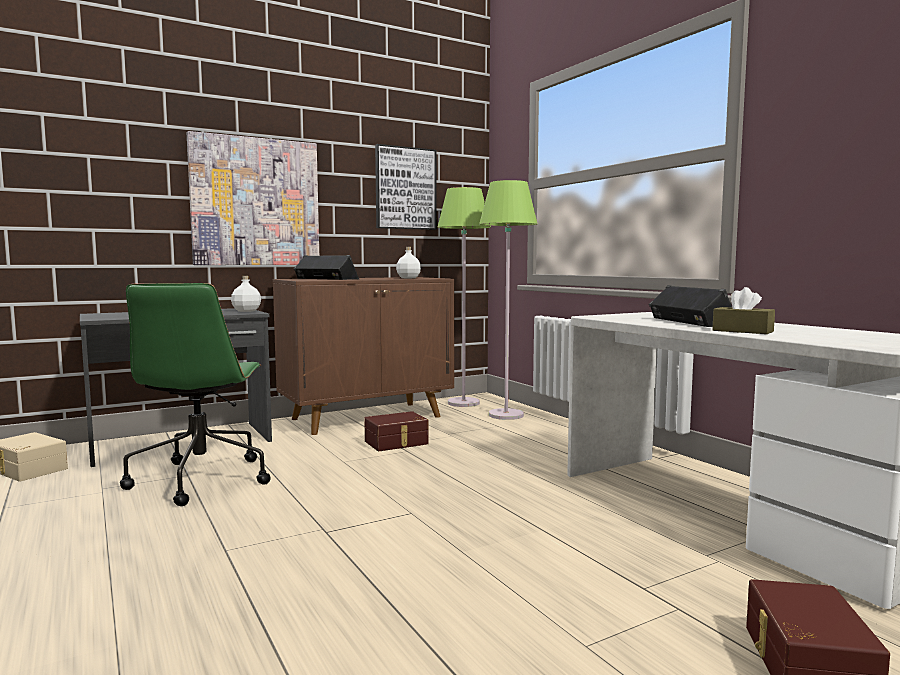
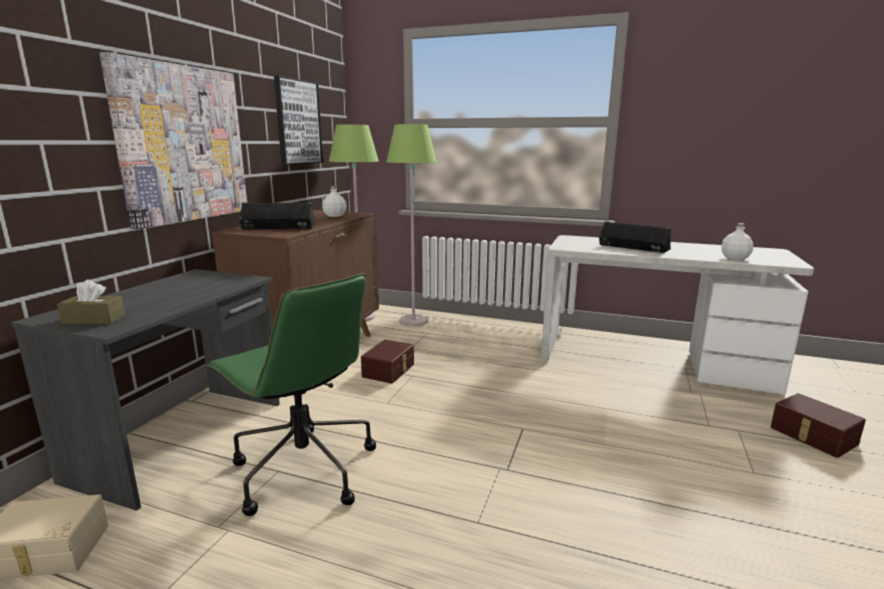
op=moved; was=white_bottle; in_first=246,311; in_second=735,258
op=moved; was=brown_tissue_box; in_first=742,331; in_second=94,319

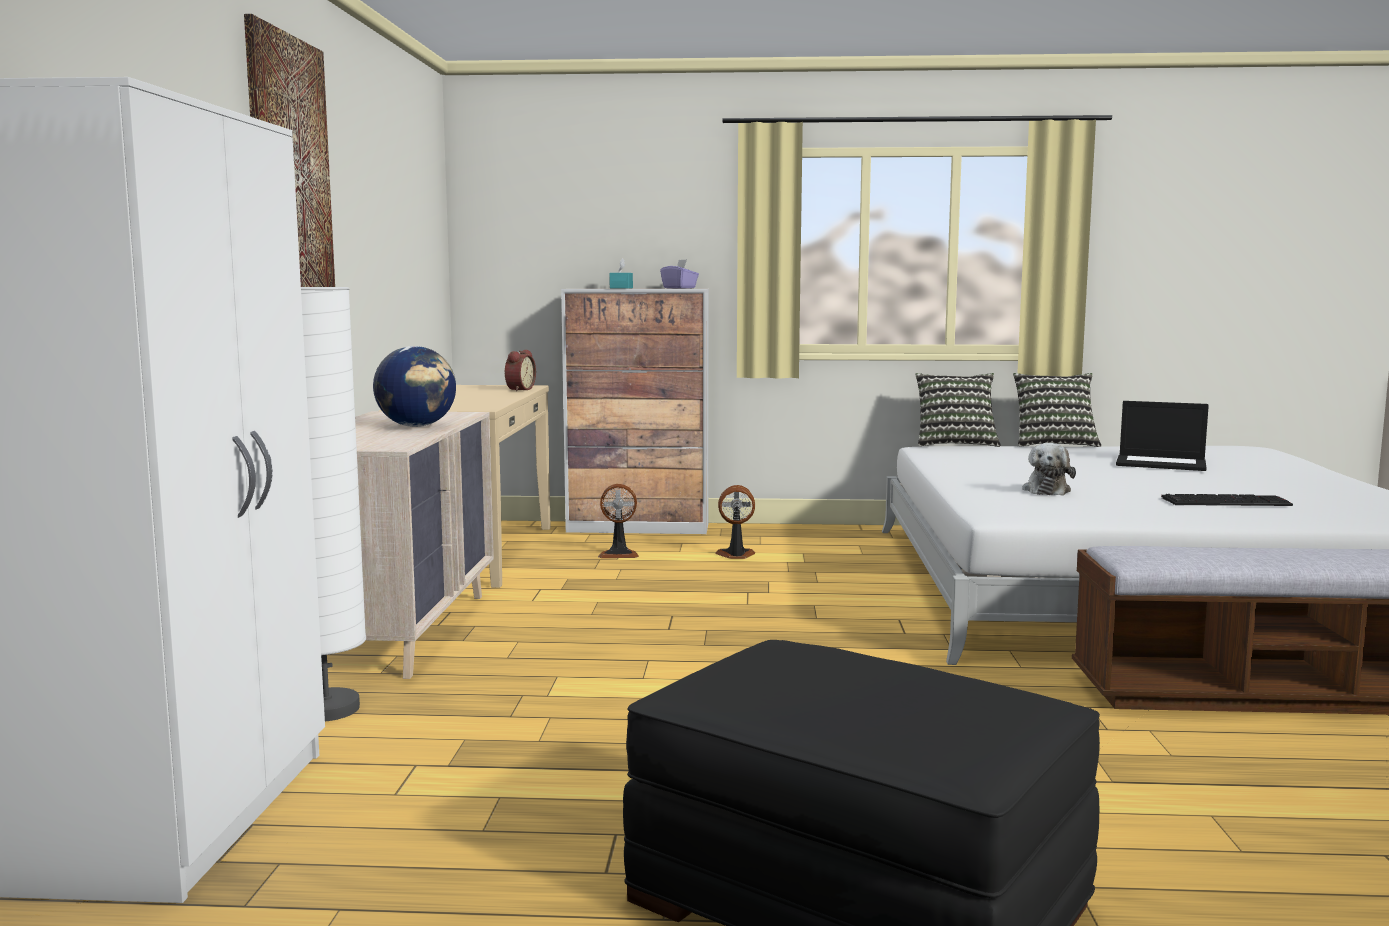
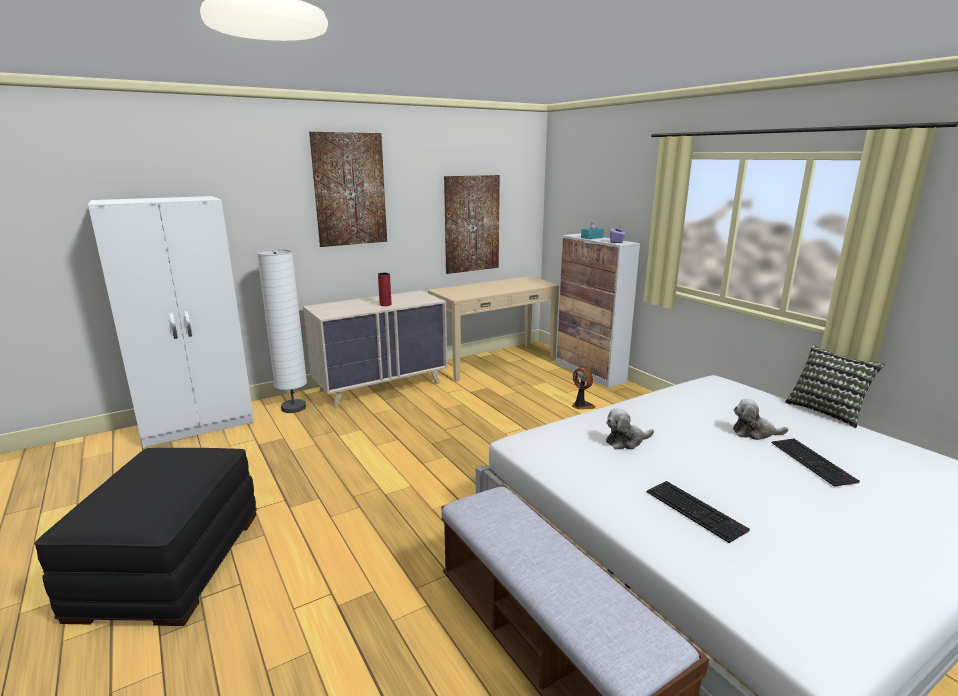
op=removed; was=alarm_clock; in_first=518,390
op=removed; was=fan; in_first=619,554
op=removed; was=pillow; in_first=955,444
op=added; now=picture; in_second=471,224
op=added; now=plush_toy; in_second=754,433
op=replaced; was=globe; now=red_vase; in_first=417,426; in_second=385,305
op=replaced; was=laptop; now=keyboard; in_first=1162,463; in_second=814,462

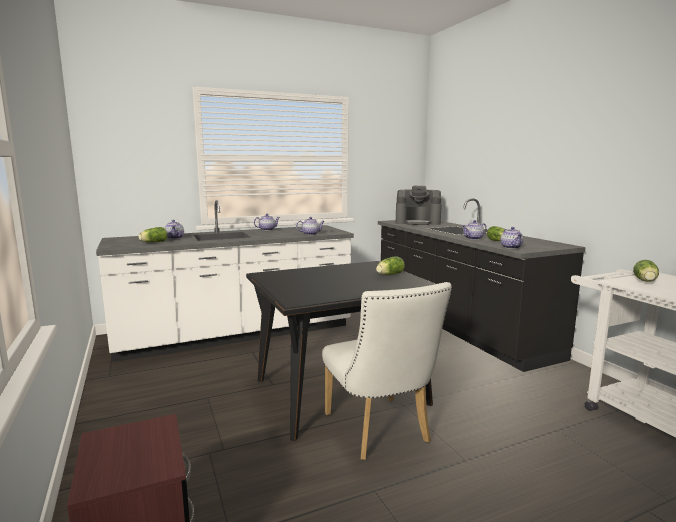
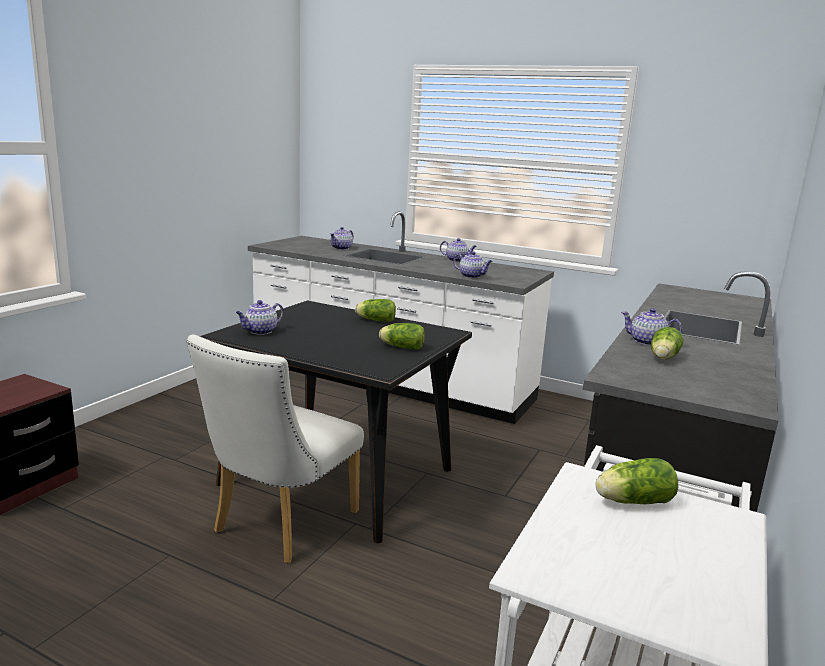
op=removed; was=coffee_machine; in_first=418,222
op=moved; was=lettuce; in_first=153,242; in_second=375,320
op=moved; was=teapot; in_first=511,247; in_second=260,331

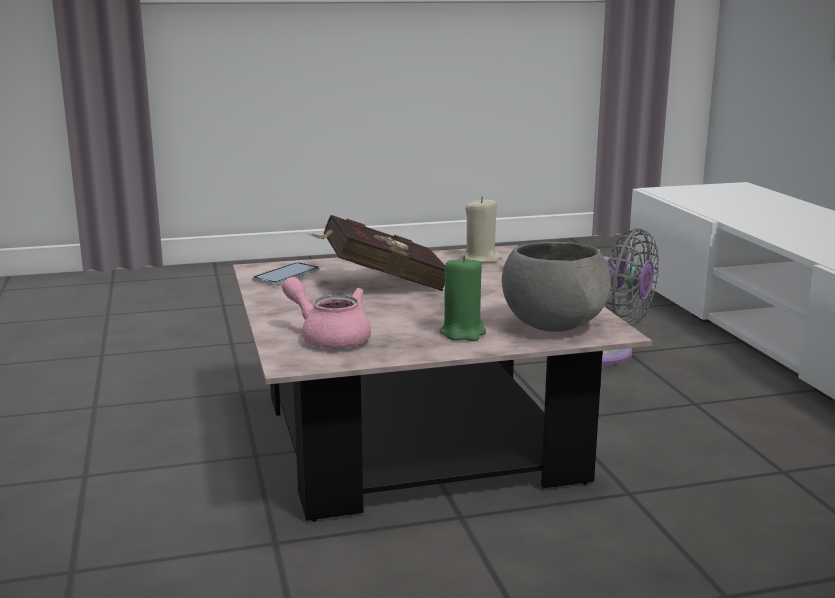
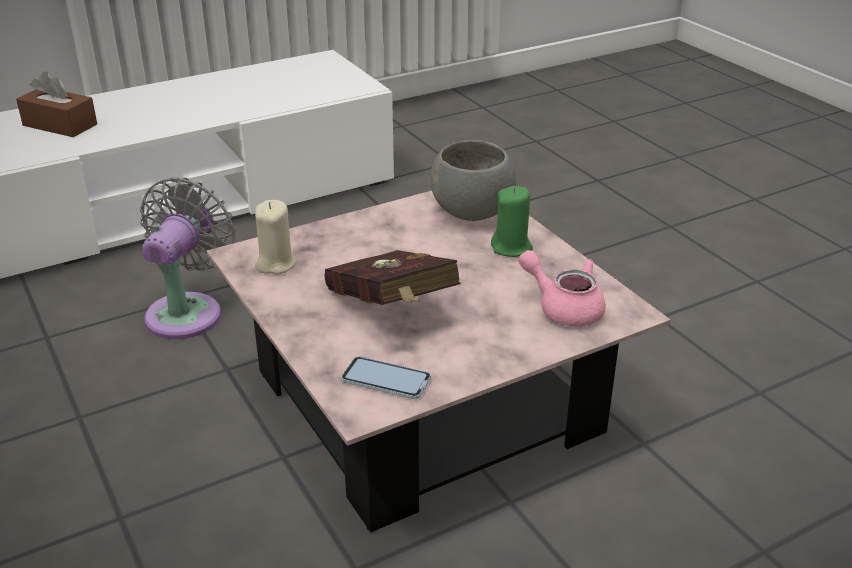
op=added; now=brown_tissue_box; in_second=60,125
op=turned; was=pink_teapot; in_first=329,337; in_second=564,307; clockwise=105

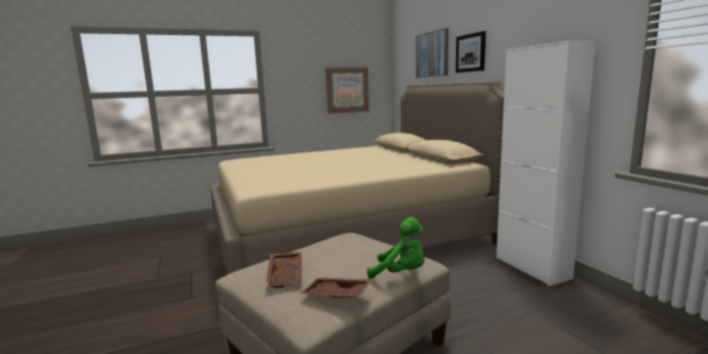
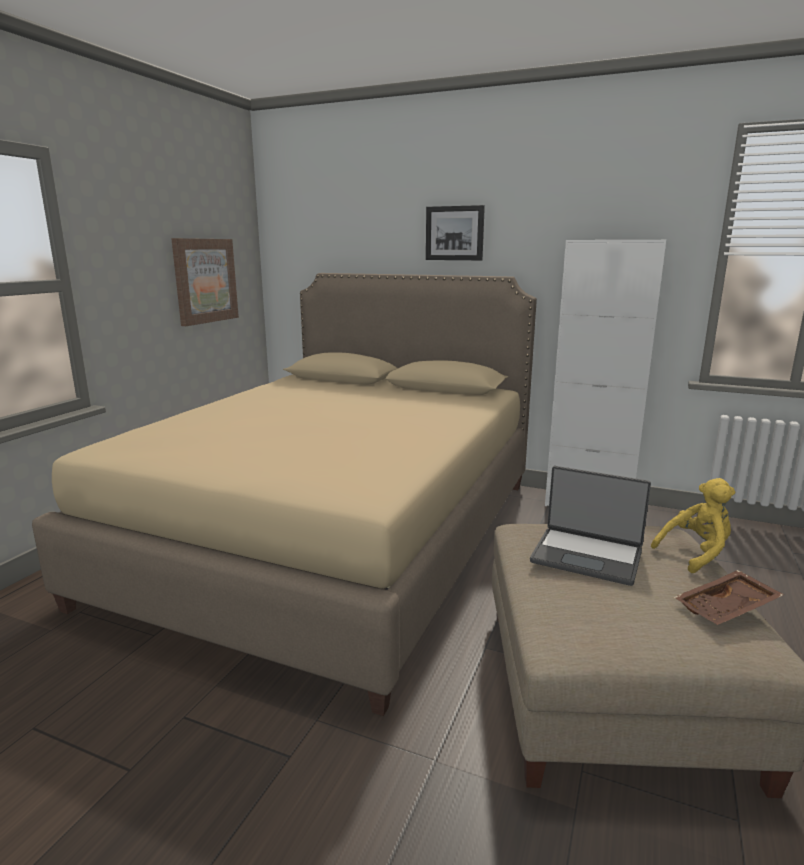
op=removed; was=brown_tray; in_first=286,275
op=removed; was=picture; in_first=432,54
op=added; now=laptop; in_second=587,556
op=recoloured; was=green_plush_toy; now=yellow_plush_toy; in_first=401,273; in_second=695,554

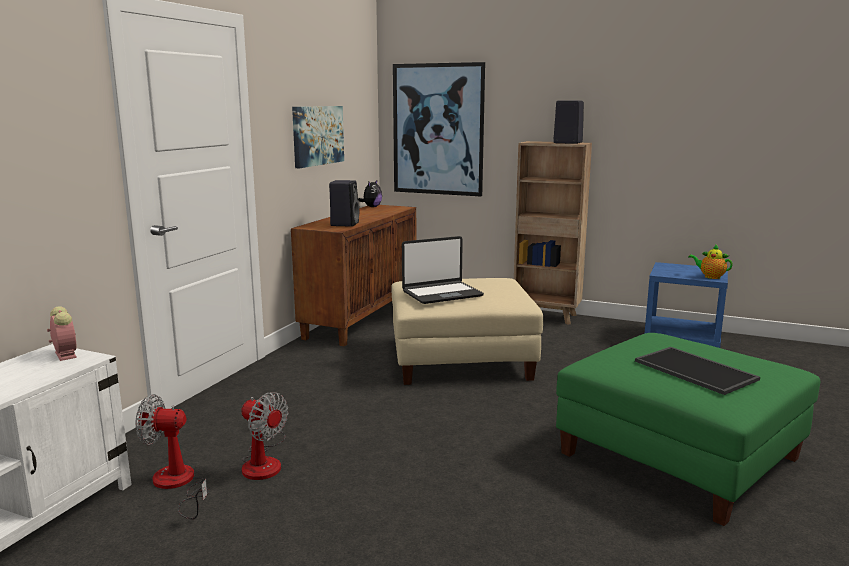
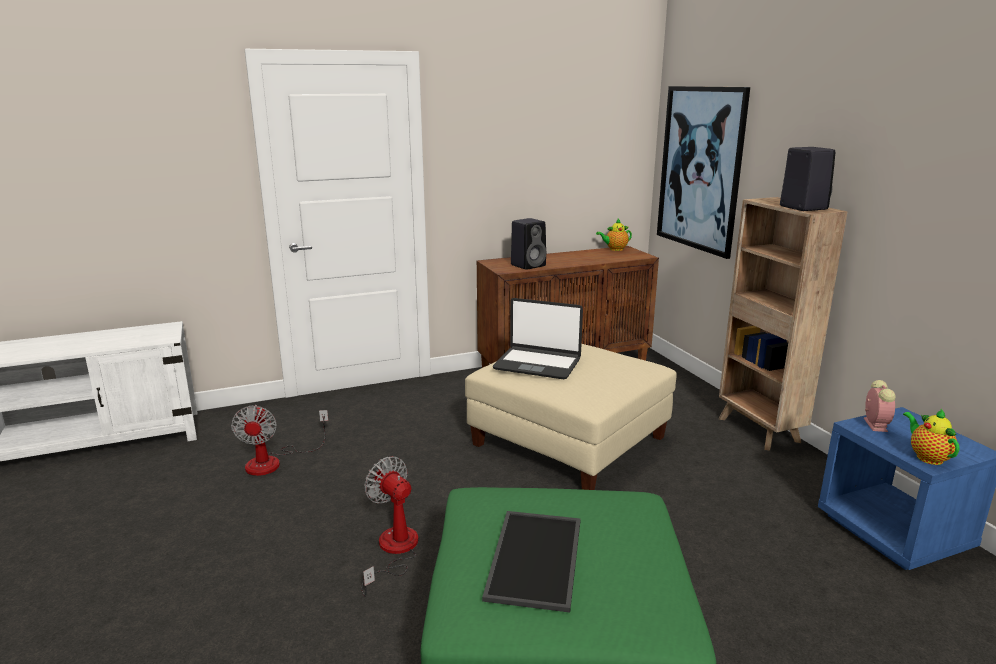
op=removed; was=picture; in_first=317,135
op=moved; was=alarm_clock; in_first=65,354; in_second=874,424
op=moved; was=fan; in_first=178,485; in_second=393,551
op=replaced; was=plush_toy; now=teapot; in_first=371,207; in_second=614,249

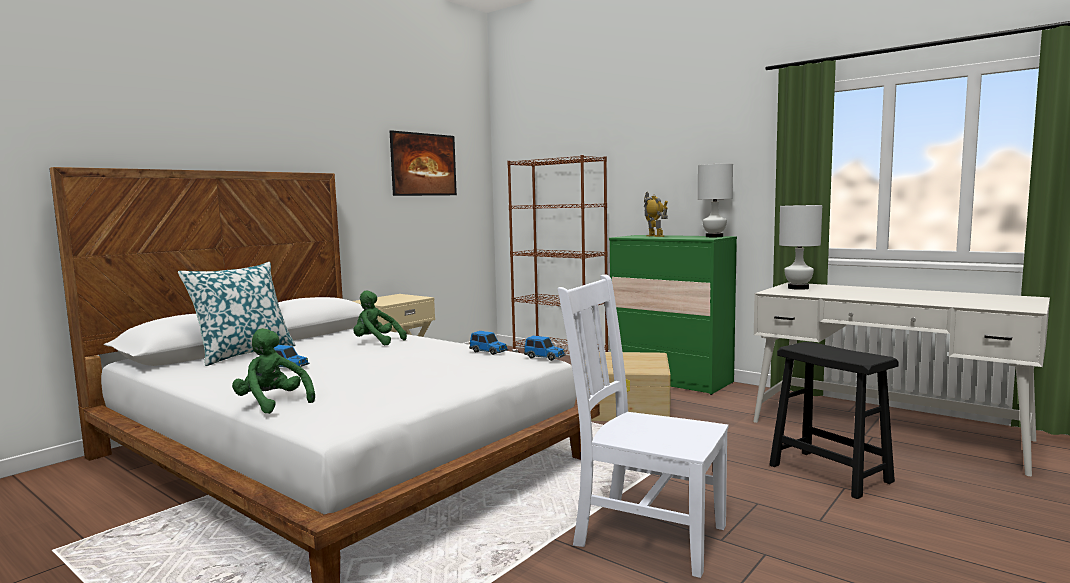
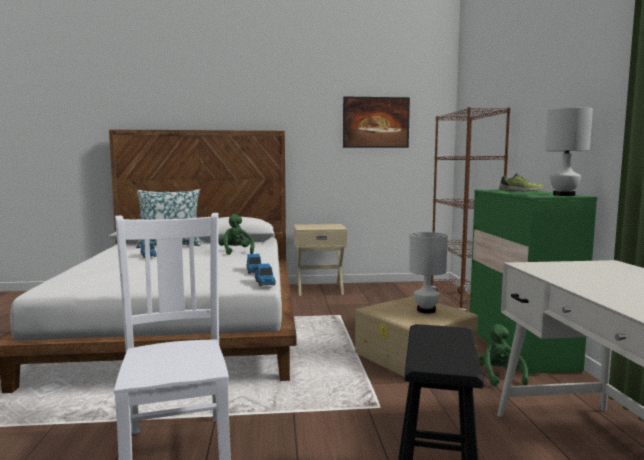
op=moved; was=green_plush_toy; in_first=273,404; in_second=498,377
op=moved; was=white_table_lamp; in_first=798,288; in_second=426,310
op=replaced; was=toy_robot; now=shoe; in_first=655,236; in_second=520,191

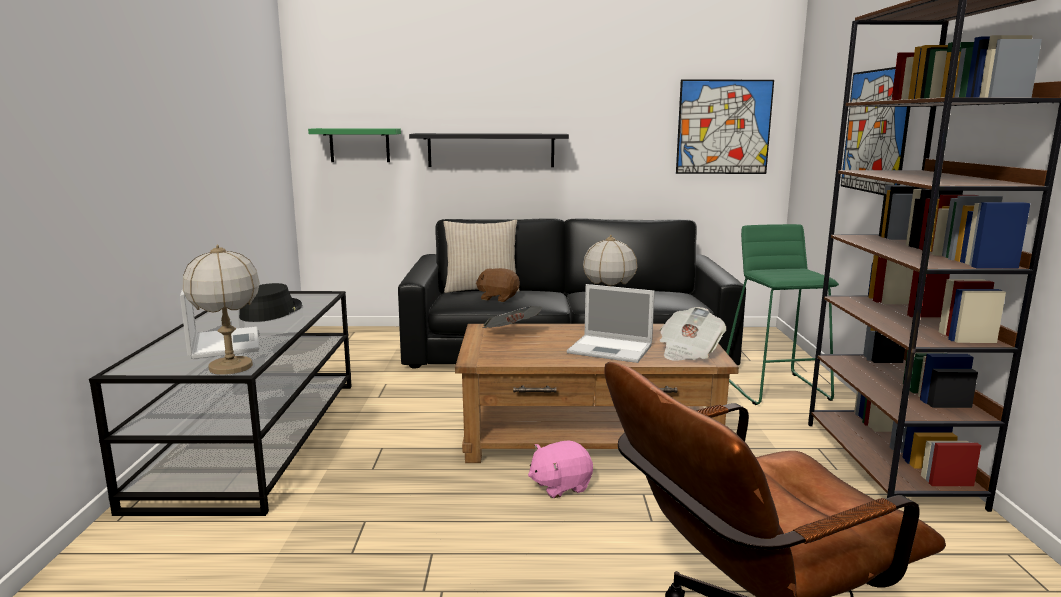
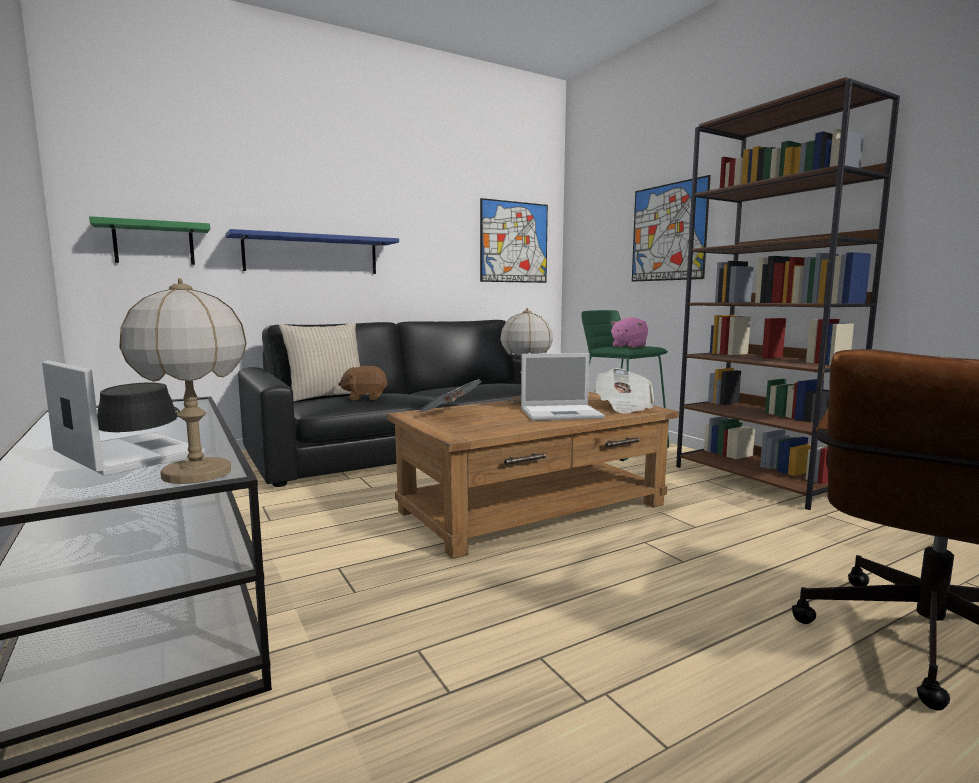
op=moved; was=pink_plush_toy; in_first=560,486; in_second=628,346
op=recoloured; was=black_shelf; now=blue_shelf; in_first=491,150; in_second=312,255

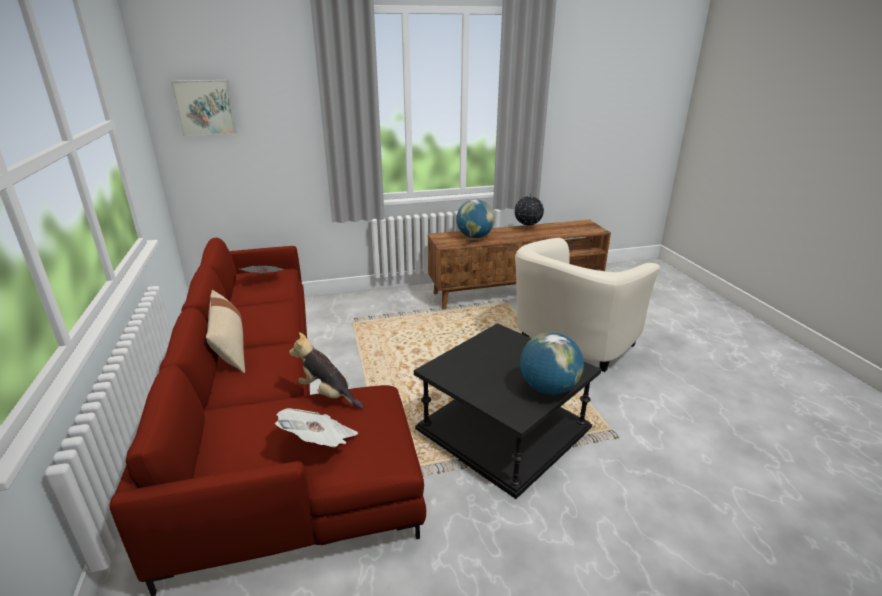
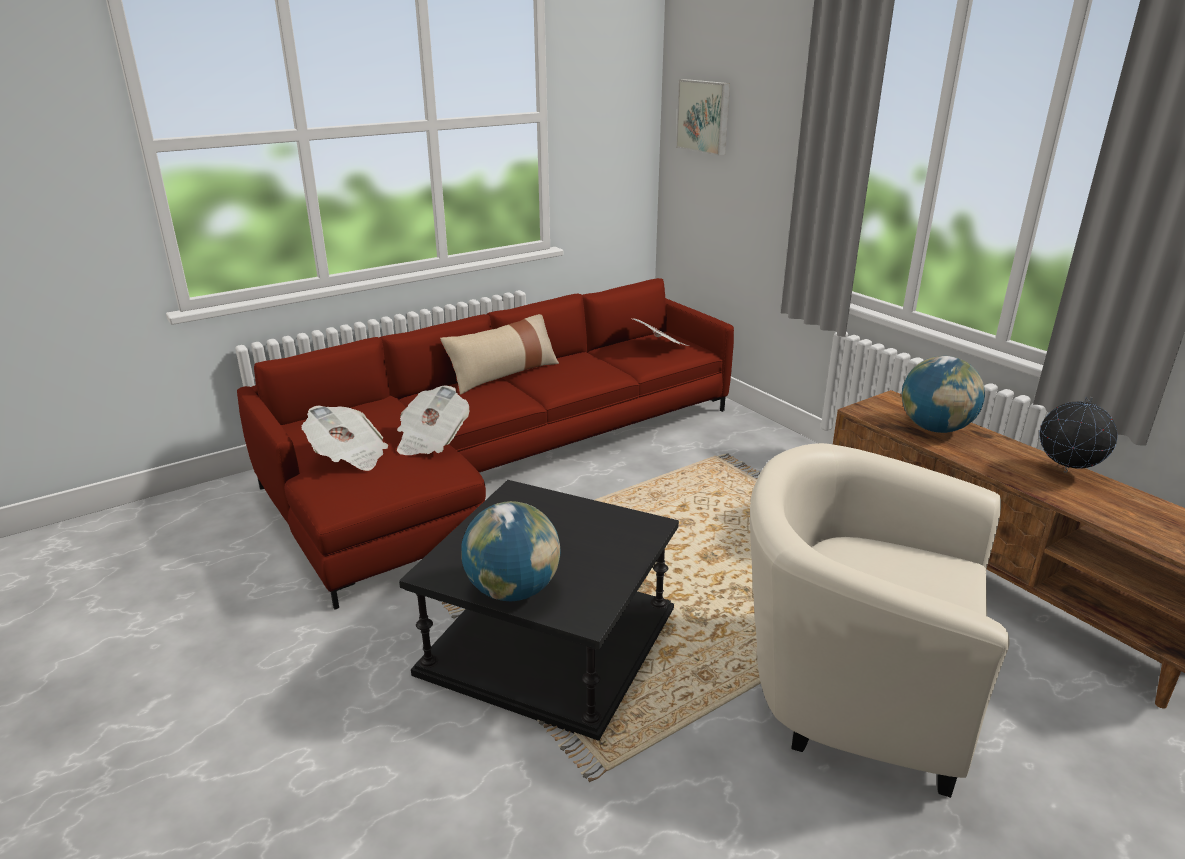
op=replaced; was=plush_toy; now=newspaper; in_first=328,394; in_second=431,440

